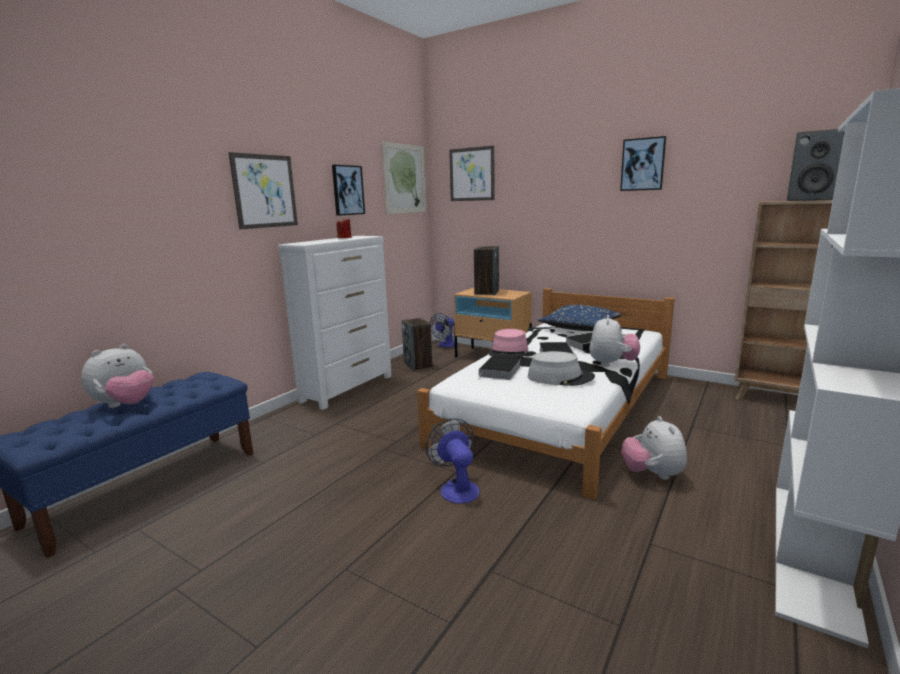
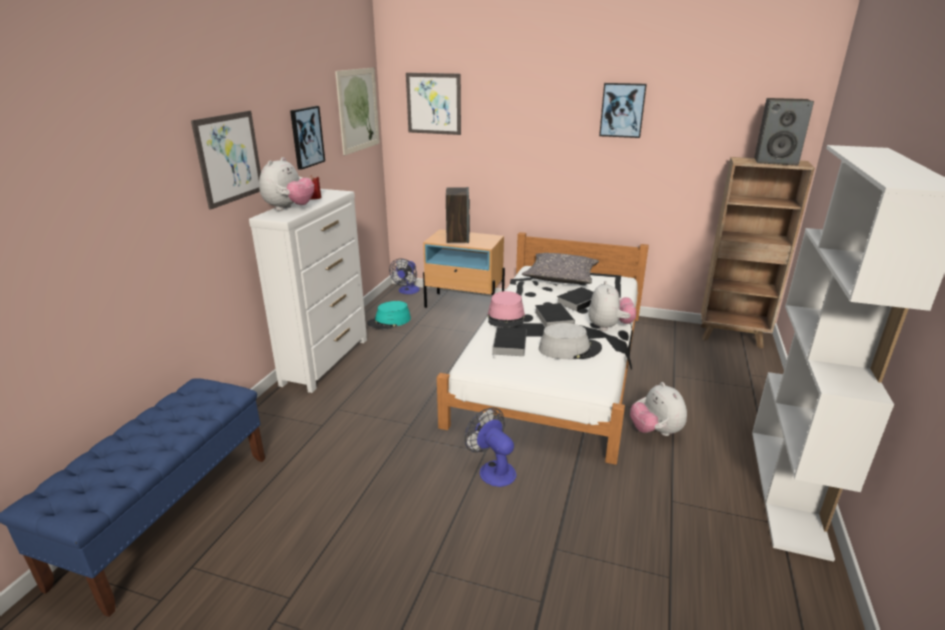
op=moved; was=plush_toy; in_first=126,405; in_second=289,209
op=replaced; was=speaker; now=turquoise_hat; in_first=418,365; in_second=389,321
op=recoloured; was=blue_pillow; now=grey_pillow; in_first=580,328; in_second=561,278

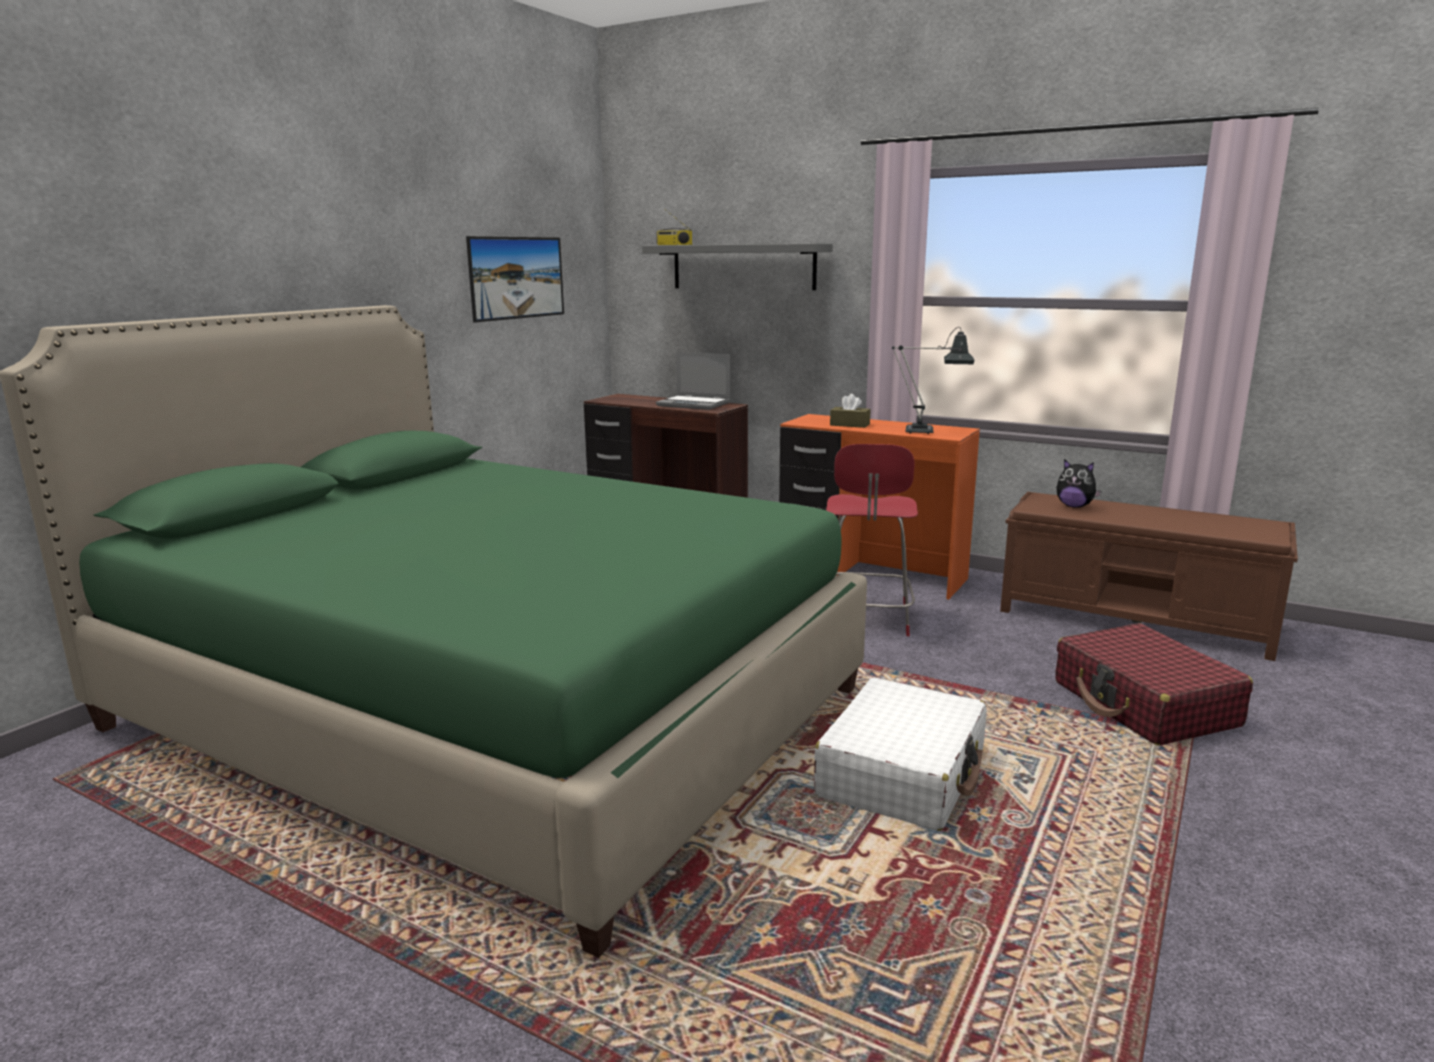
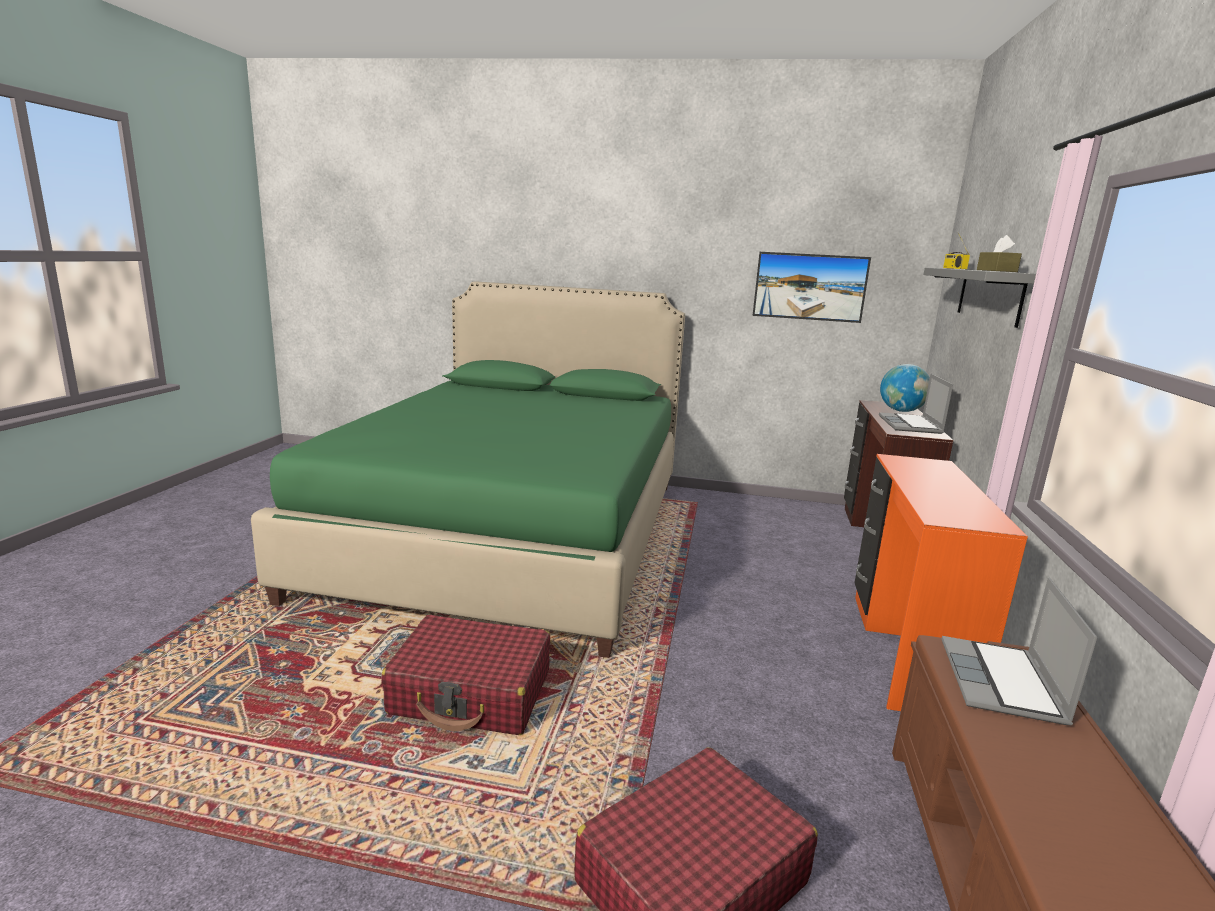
op=removed; was=red_chair; in_first=866,620
op=removed; was=table_lamp; in_first=927,432
op=added; now=globe; in_second=901,411
op=moved; was=brown_tissue_box; in_first=849,425; in_second=996,271
op=replaced; was=plush_toy; now=laptop; in_first=1074,506; in_second=1003,683
op=recoloured; was=white_suitcase; now=red_suitcase; in_first=902,774; in_second=471,693

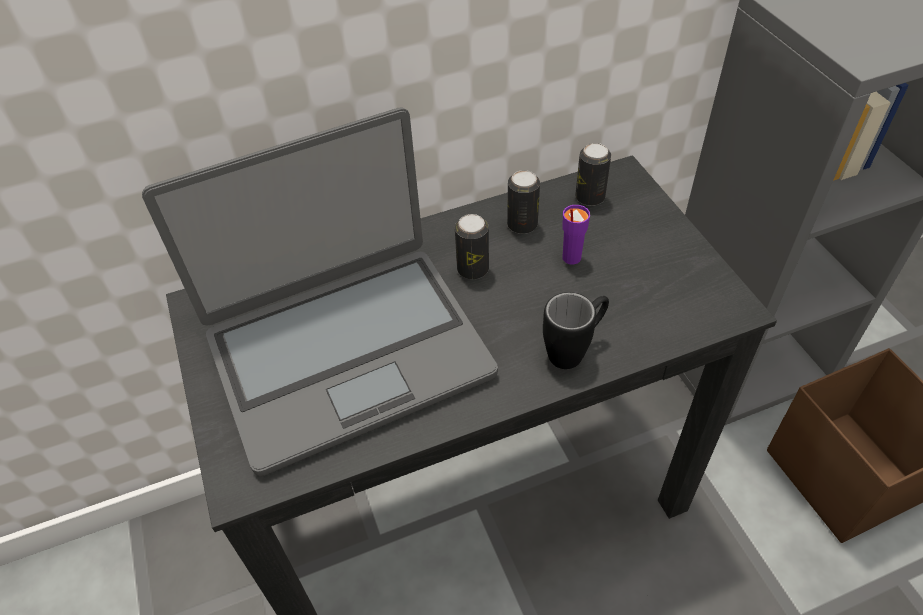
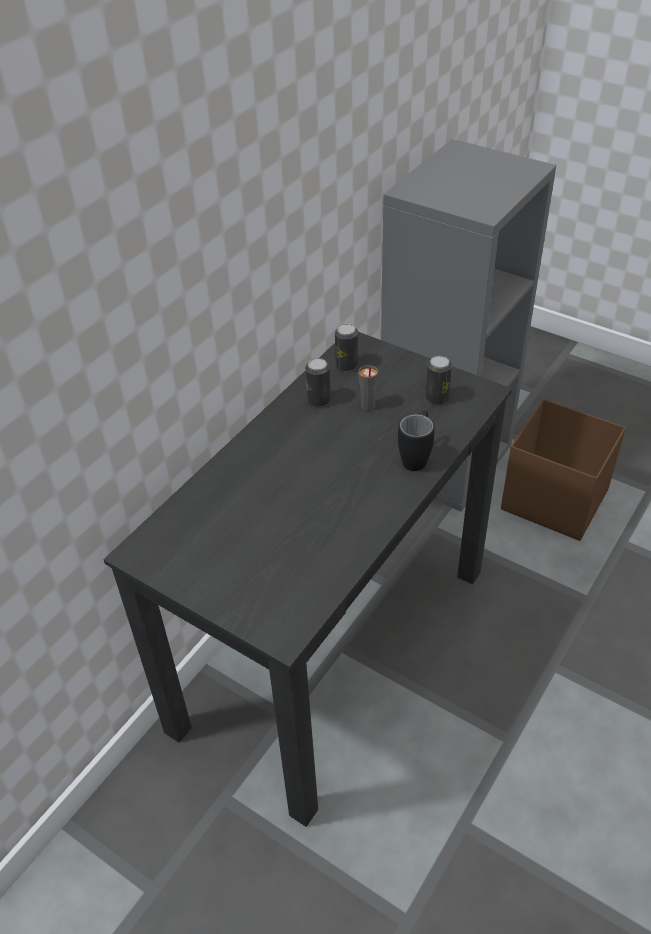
op=removed; was=laptop; in_first=347,352
op=moved; was=can; in_first=473,269; in_second=437,398
op=recoloured; was=purple_cup; now=grey_cup; in_first=571,258; in_second=367,406

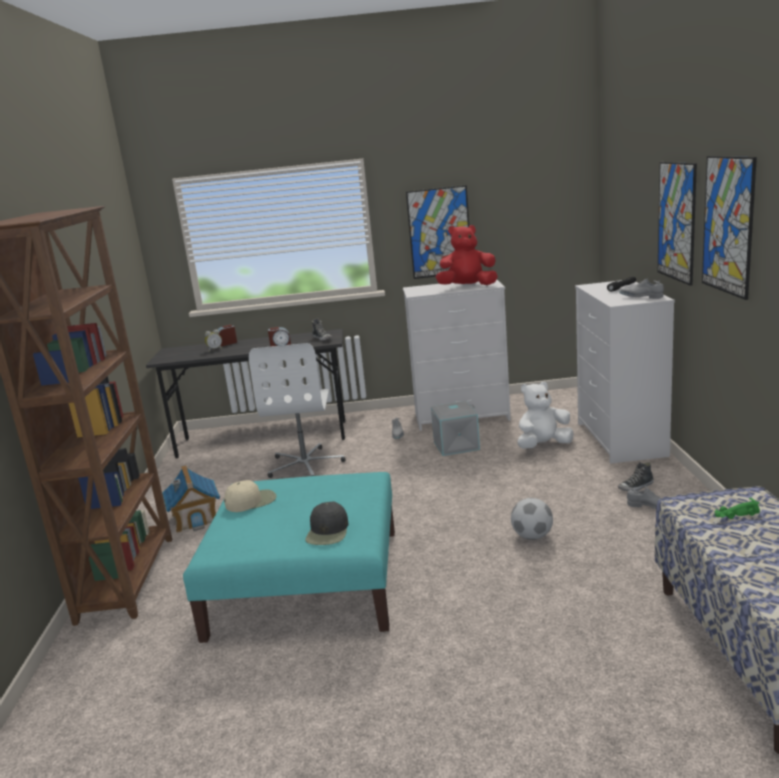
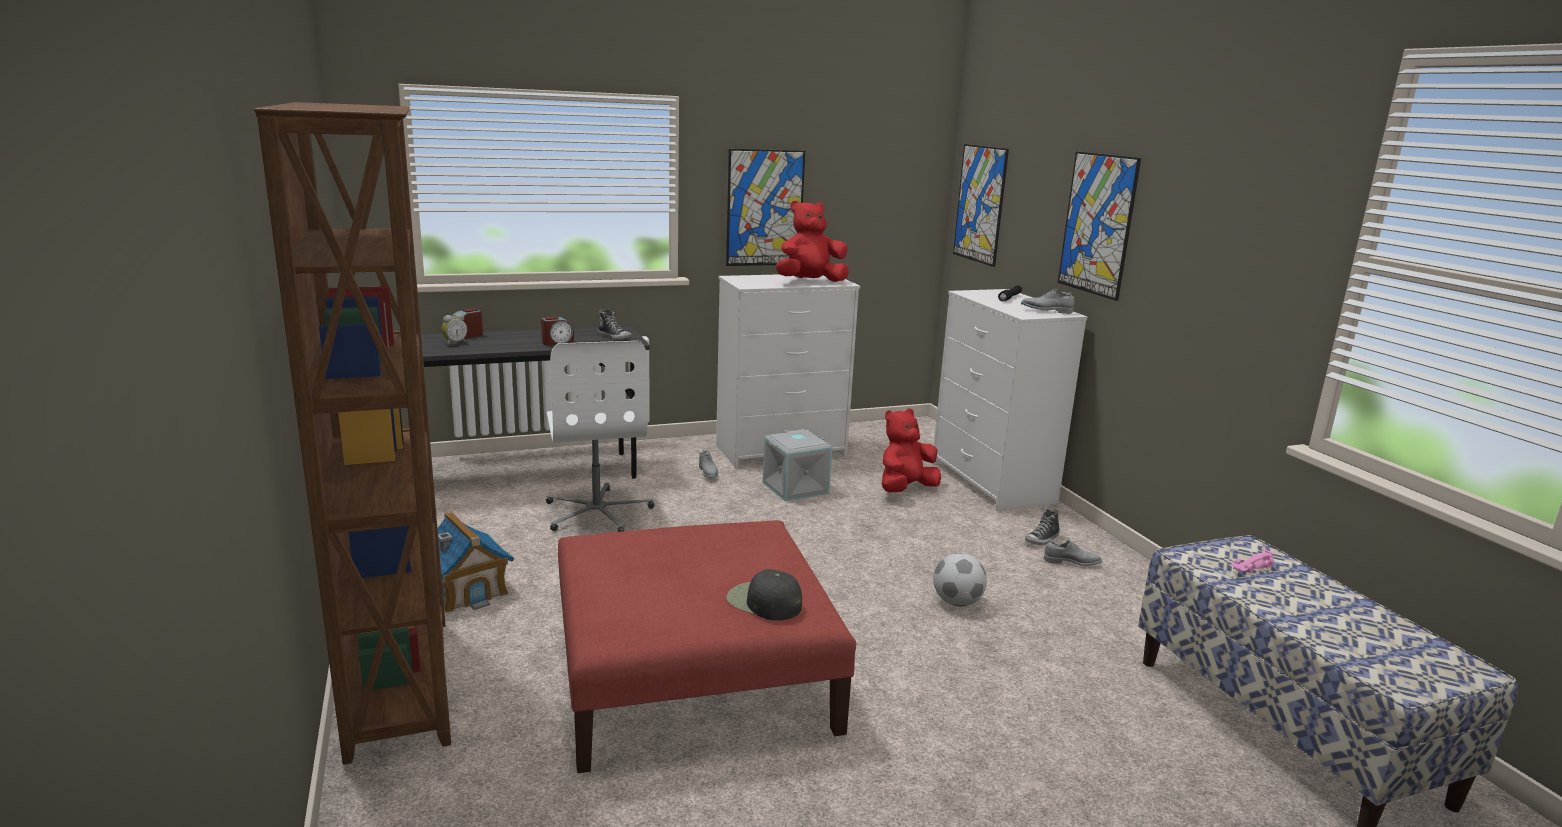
op=removed; was=beige_cap; in_first=251,501
op=moved; was=picture; in_first=728,225; in_second=980,204
op=recoloured; was=turquoise_ottoman; now=red_ottoman; in_first=308,582; in_second=694,675
op=recoloured; was=white_plush_toy; now=red_plush_toy; in_first=543,445; in_second=905,489
op=recoloured; was=green_toy_car; now=pink_toy_car; in_first=735,514; in_second=1250,568
op=turned; was=black_cap; in_first=328,531; in_second=763,602; clockwise=135

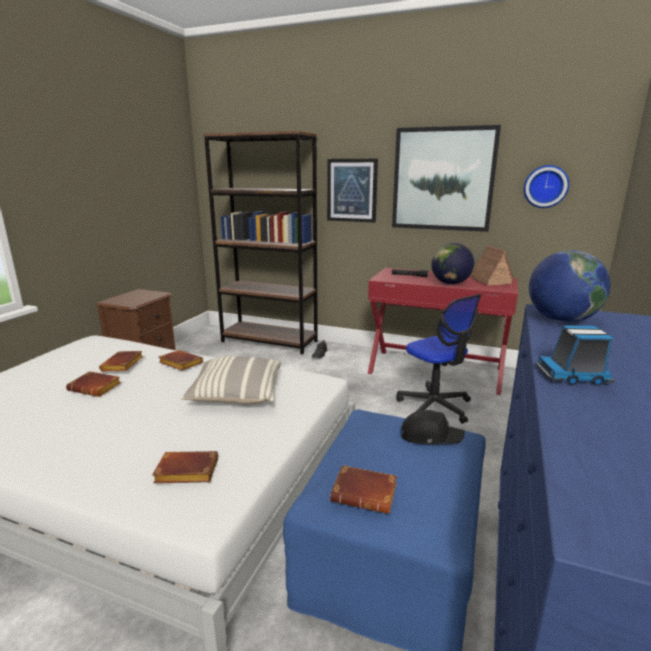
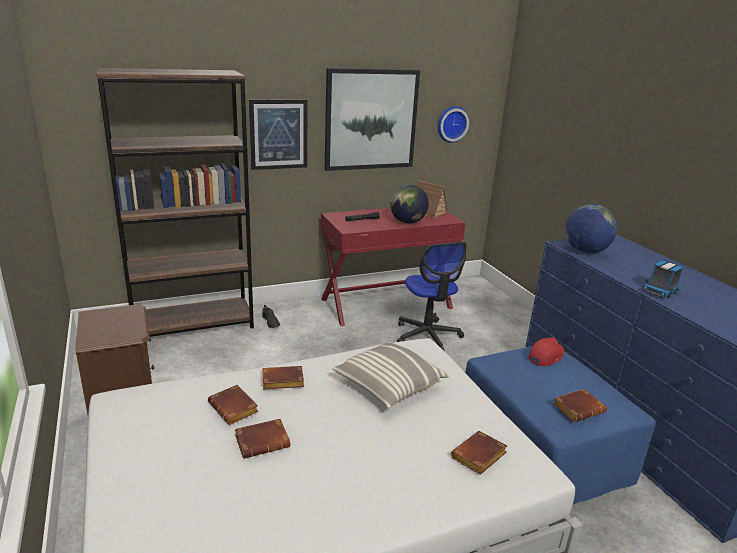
op=recoloured; was=black_cap; now=red_cap; in_first=430,435; in_second=545,356
op=turned; was=office_chair; in_first=434,406; in_second=427,336; clockwise=60

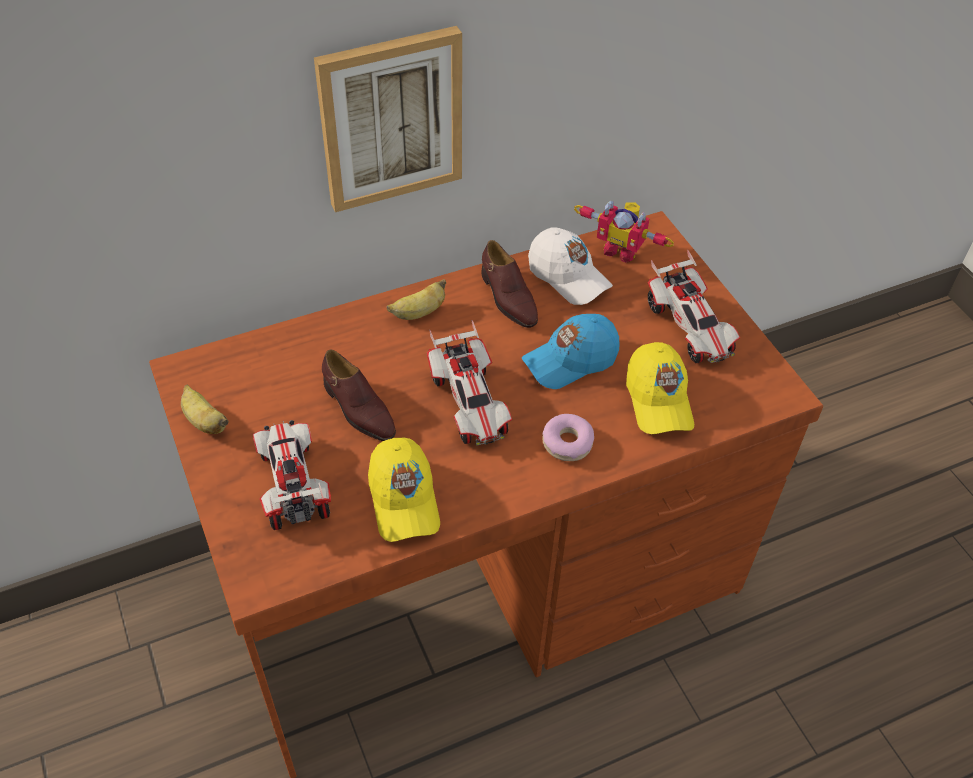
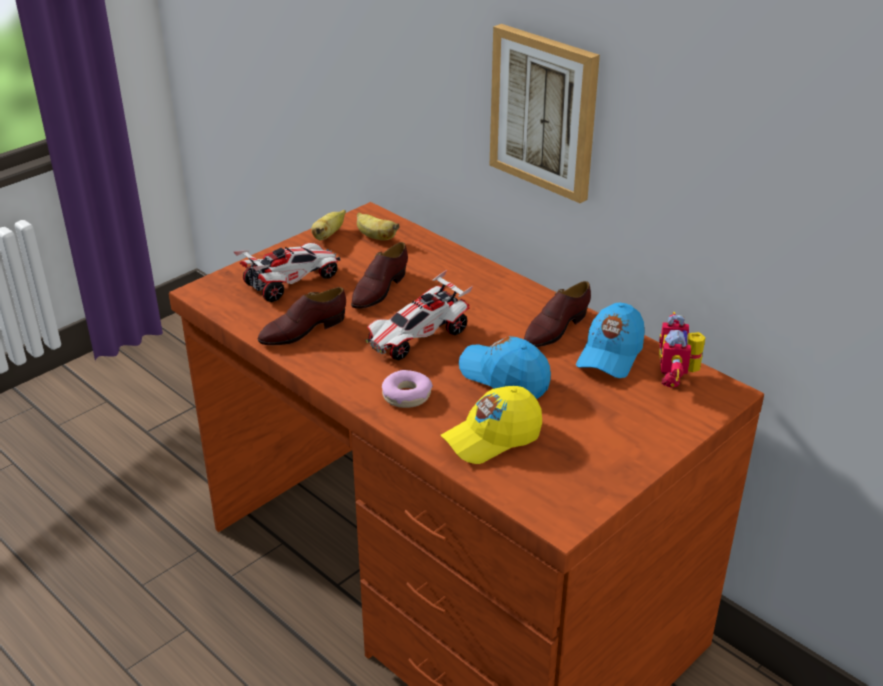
op=removed; was=toy_car; in_first=690,328
op=moved; was=banana; in_first=418,313; in_second=375,237
op=replaced; was=yellow_cap; now=brown_shoe; in_first=403,500; in_second=302,330
op=recoloured; was=white_cap; now=blue_cap; in_first=568,277; in_second=610,355

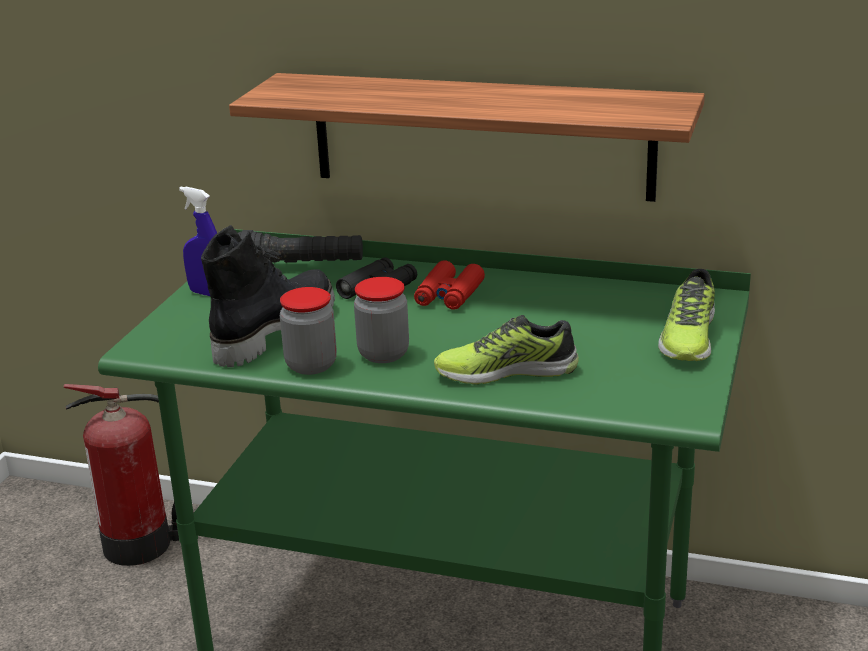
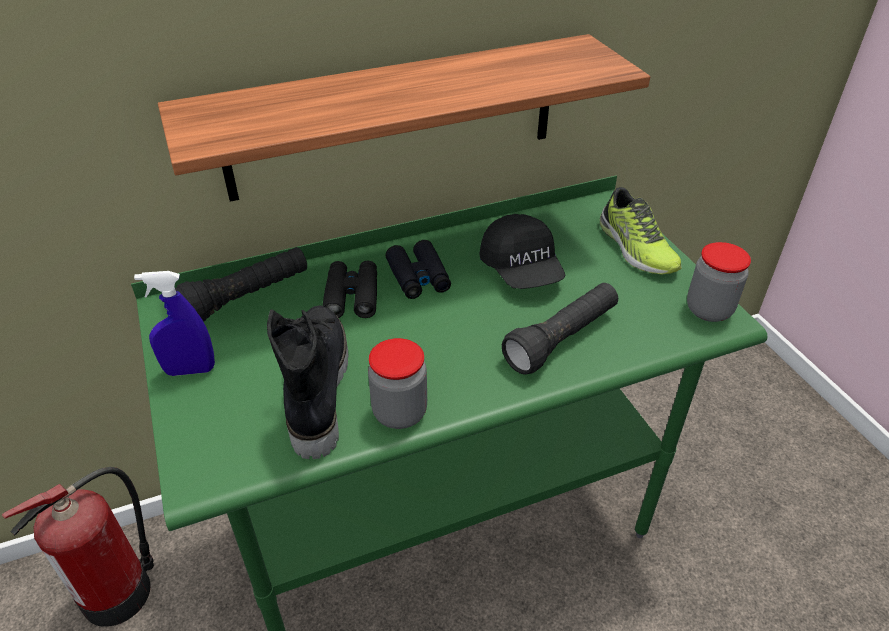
op=added; now=black_cap; in_second=522,270
op=moved; was=jar; in_first=383,354; in_second=708,310
op=replaced; was=shoe; now=black_flashlight; in_first=506,371; in_second=562,339
op=recoloured; was=red_binoculars; now=black_binoculars; in_first=449,295; in_second=418,277

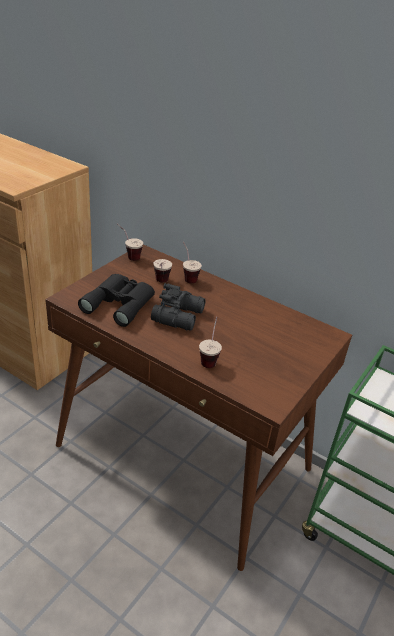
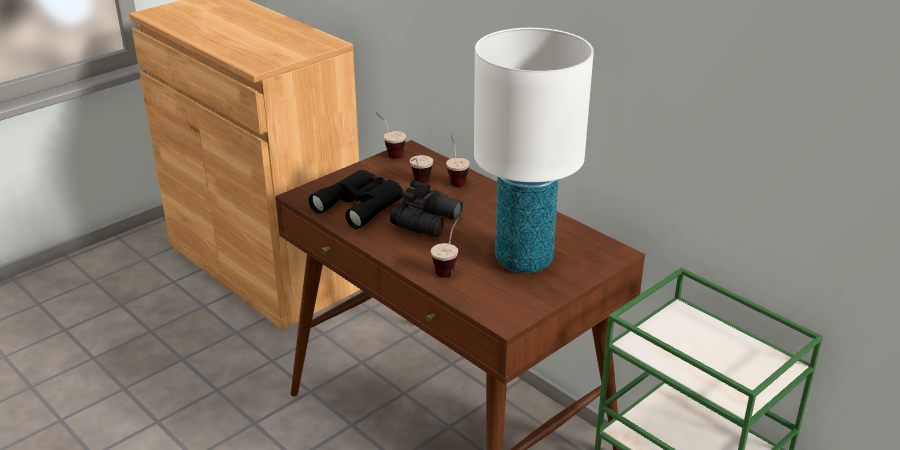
op=added; now=white_table_lamp; in_second=524,260

